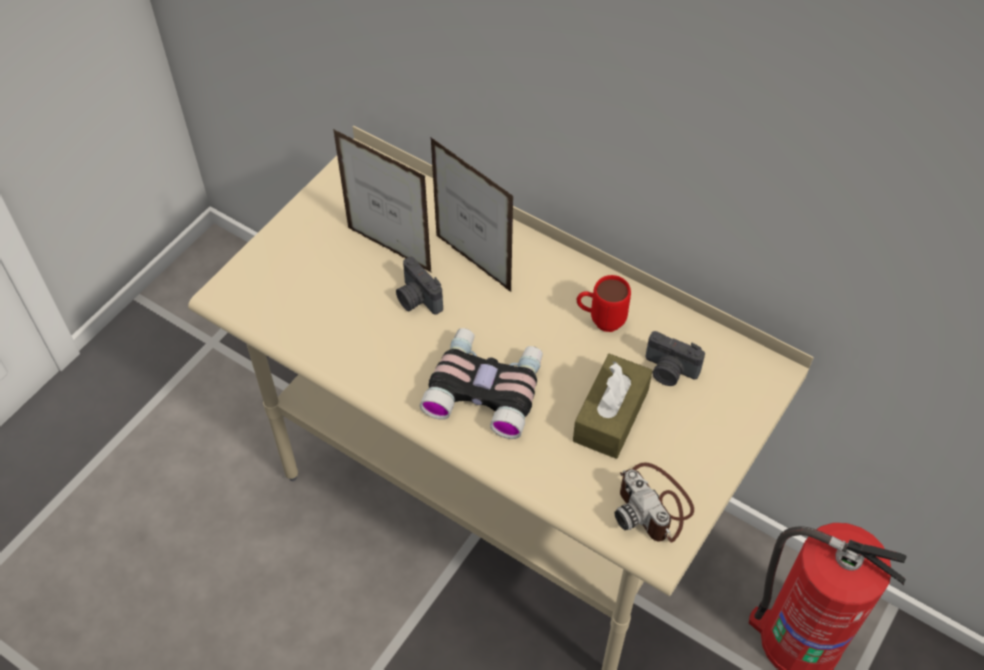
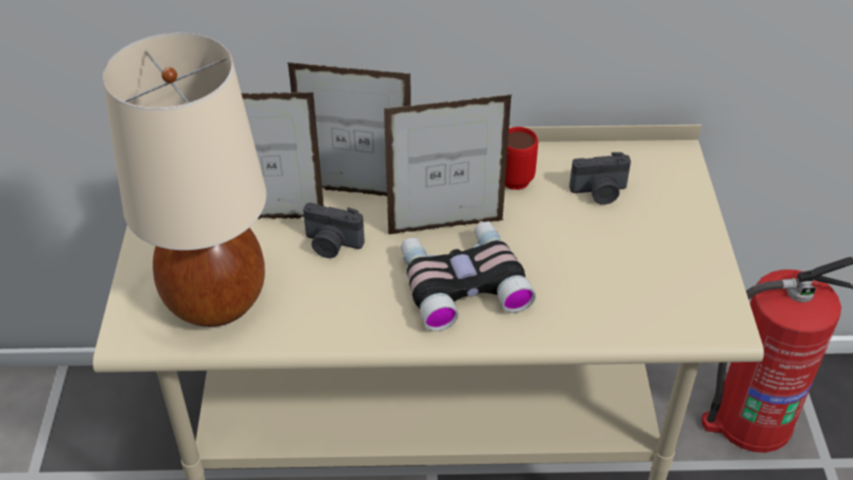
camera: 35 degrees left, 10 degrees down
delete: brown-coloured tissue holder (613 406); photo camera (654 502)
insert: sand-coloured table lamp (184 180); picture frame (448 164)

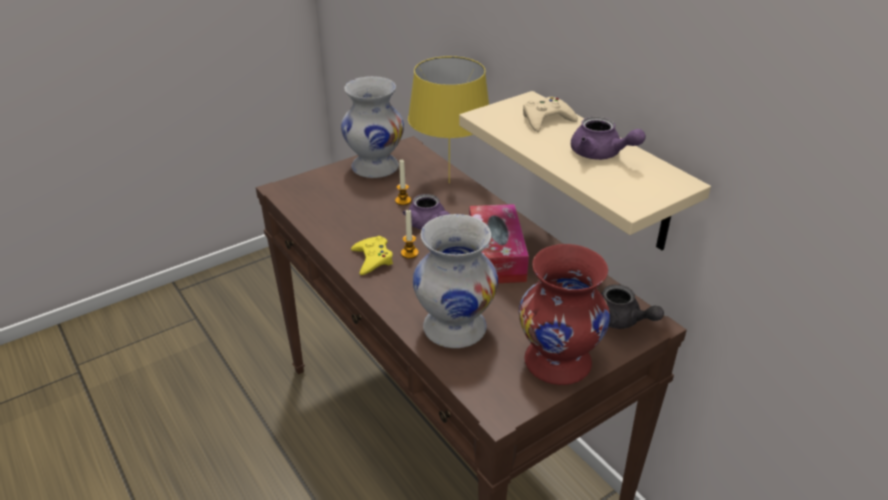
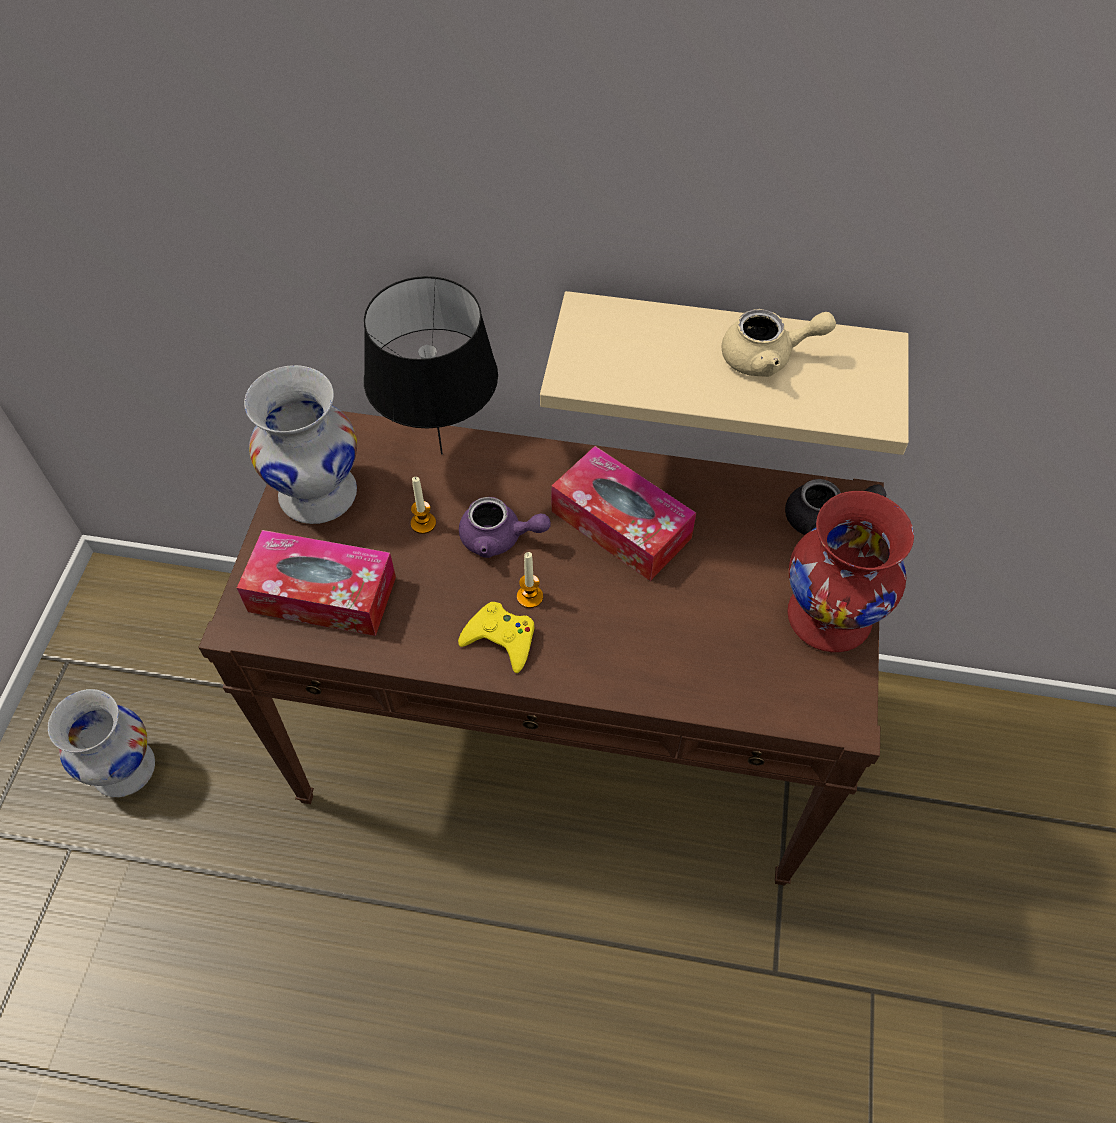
camera: 45 degrees left, 20 degrees up
delete: sand-coloured joypad (550 114)
insert: tissue holder (316 583)
move: white-coloured vase (455 281) to (101 743)
recolor: yellow-coloured table lamp (448 119) to black-coloured table lamp (431 365); purplish teapot (608 138) to sand-coloured teapot (779 343)

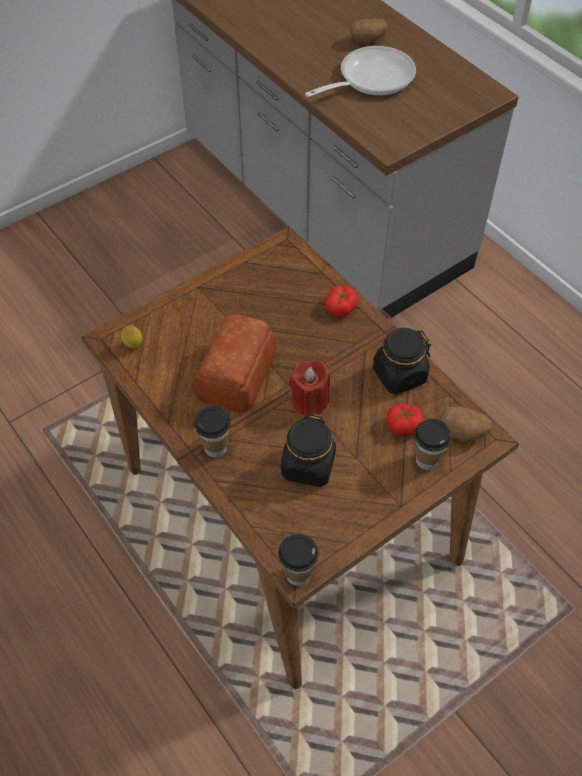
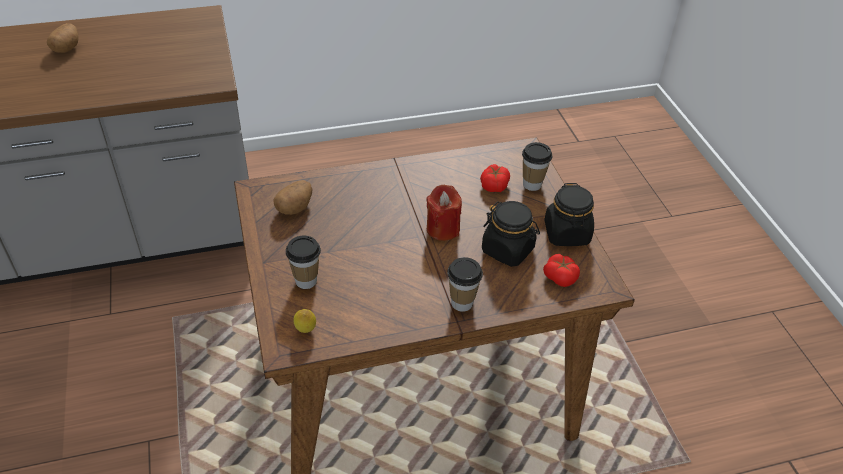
camera: 70 degrees left, 10 degrees down
delete: bread (235 363); pan (360 71)
move: cup (298 560) to (303 262); whole tomato (341 301) to (561 270); black-coloured preserve jar (402 361) to (569 214); whole potato (466 423) to (293 197)

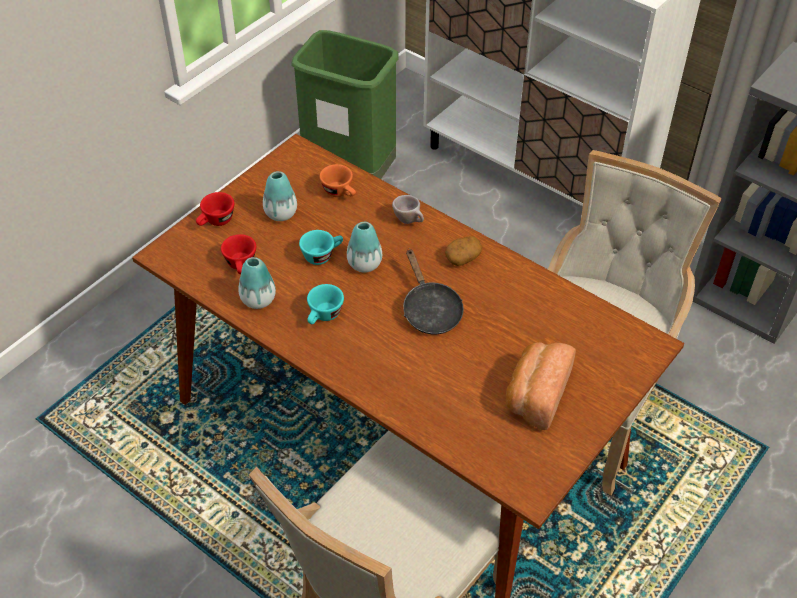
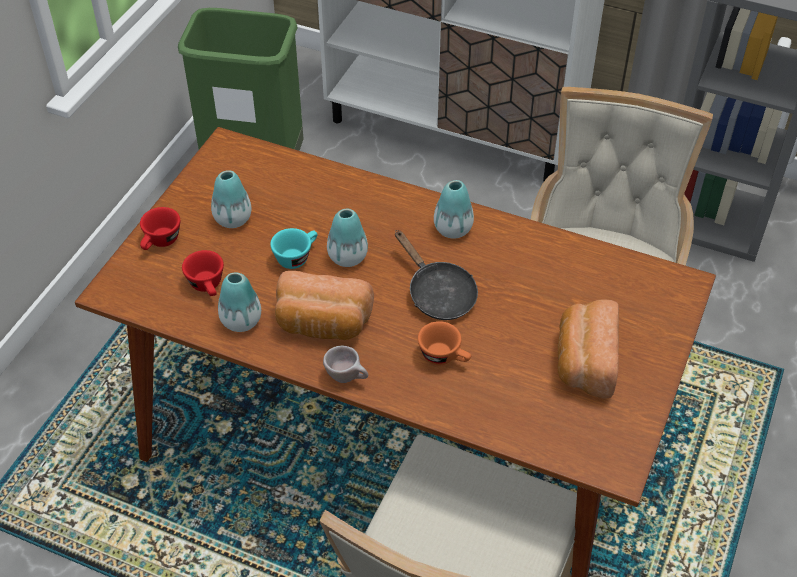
camera: 15 degrees left, 0 degrees up
move: orange-coloured cup (338 180) to (444 343); sand-coloured cup (408 209) to (345 364)
replace: turquoise cup (325 304) to bread (324 305); whole potato (463 251) to vase (454 209)

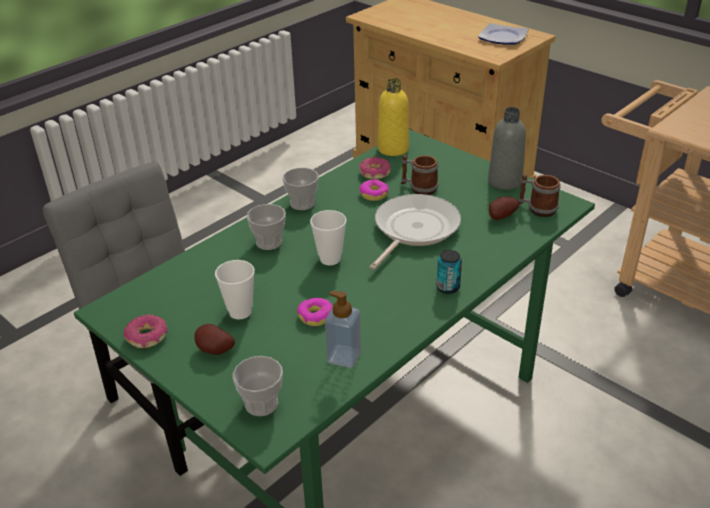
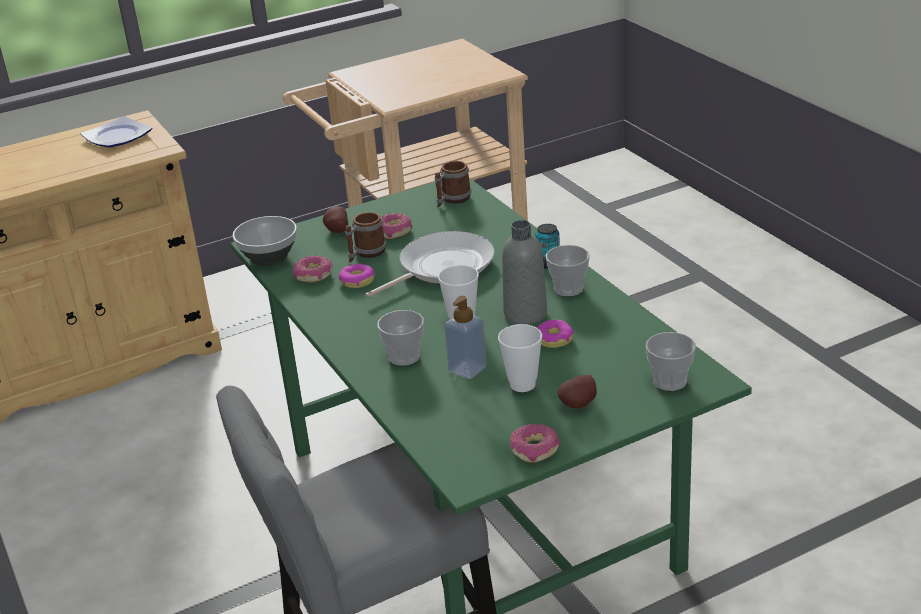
camera: 70 degrees left, 5 degrees down
insert: doughnut (396 226)
move: cup (301 189) to (568 270); soap bottle (343 329) to (465 337); greyish bottle (507 148) to (524 272); whole potato (504 208) to (335 219)
replace: yellow-coloured bottle (393 117) to bowl (265 241)
rotate: pan (415 232) = (430 264) 90 degrees clockwise

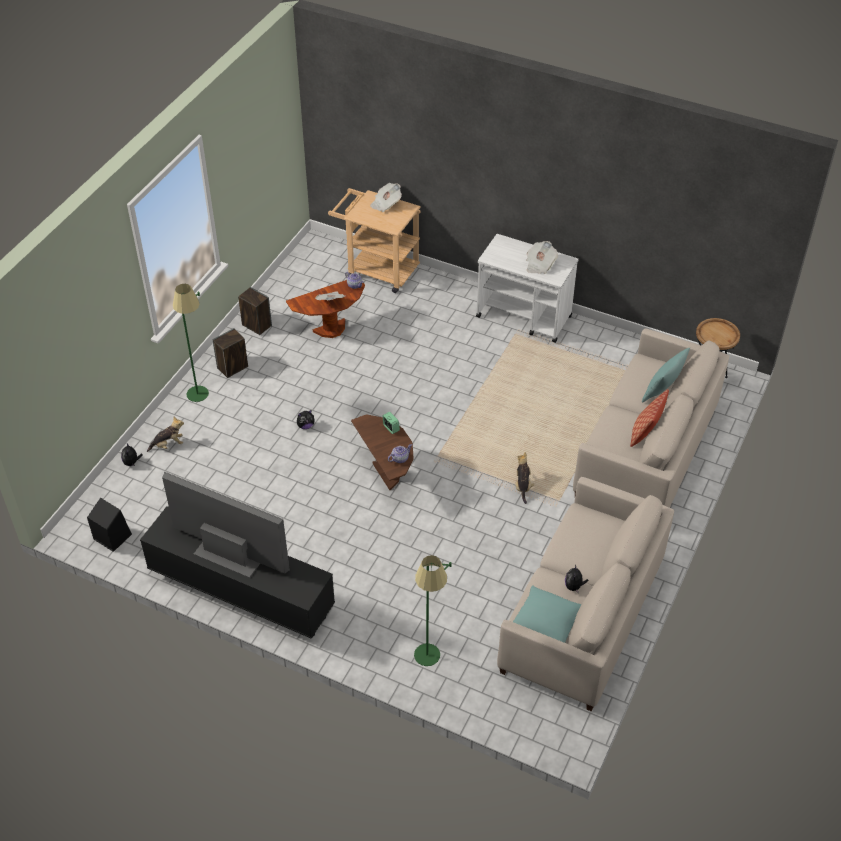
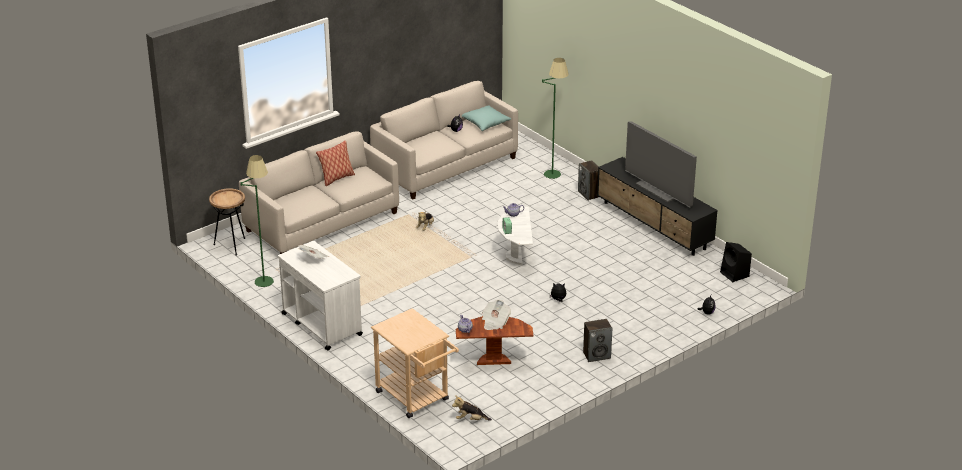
camera: 155 degrees left, 15 degrees down
delete: daily paper (386 197); turquoise pillow (666 375)
move: plush toy (165 434) to (472 408); green standard lamp (191 343) to (257 221); speaker (255 311) to (588 180)
recolor: brown-coloured side table (382 452) to white-coloured side table (515 236)

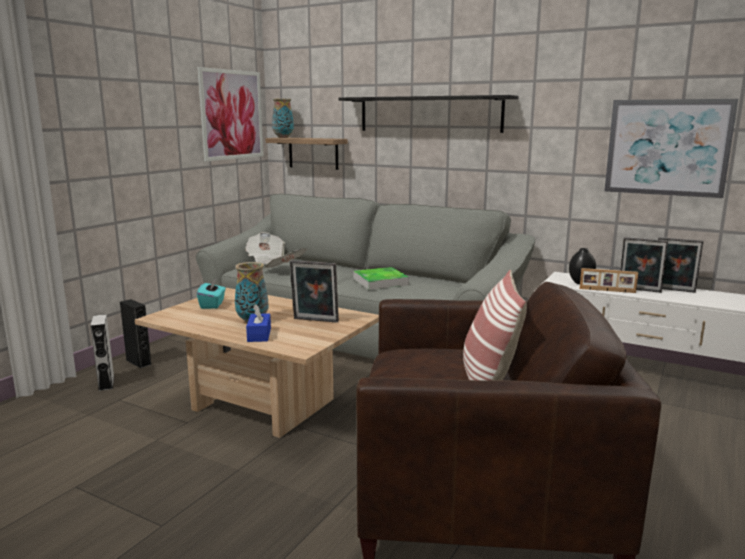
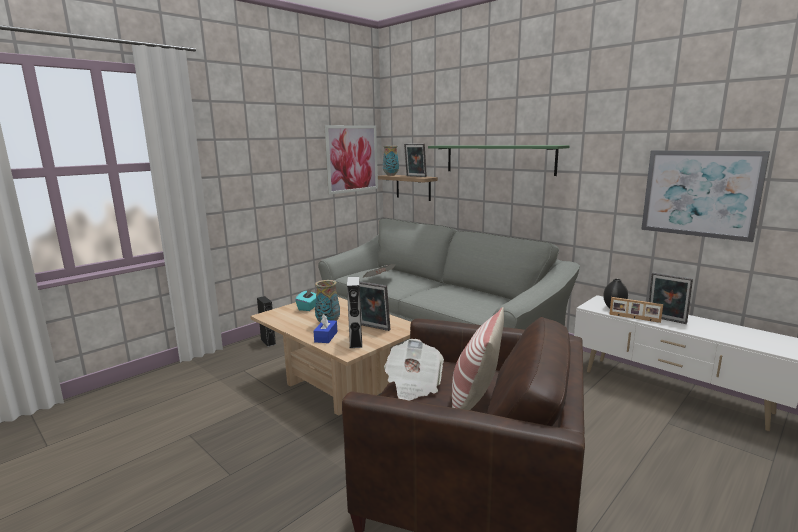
camera: 15 degrees right, 0 degrees up
delete: carrying tray (381 278)
move: greyish speaker (102 352) to (354 312); daily paper (265 248) to (414 370); picture frame (680 265) to (415 160)
recolor: black-coloured wall shelf (428 114) to green wall shelf (499 160)

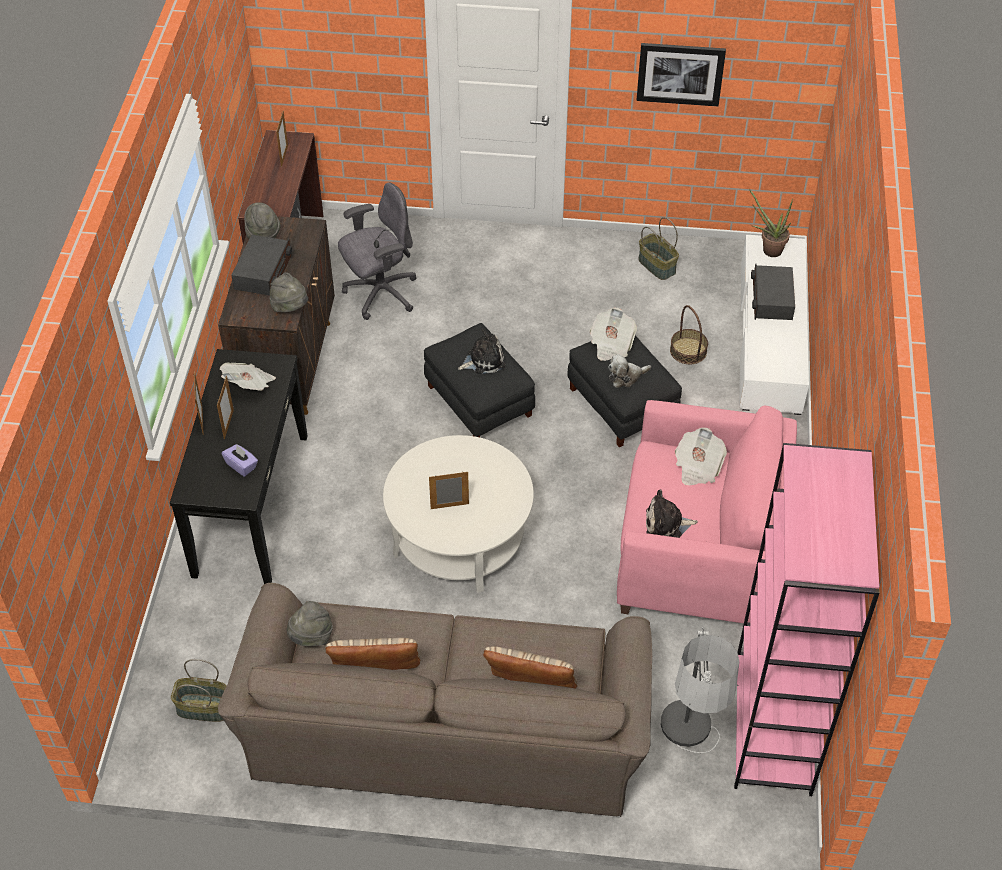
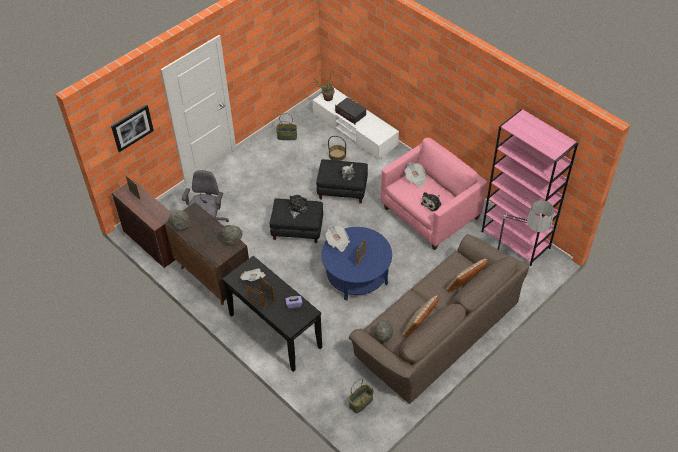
camera: 50 degrees left, 0 degrees up
delete: radio set (261 265)
move: daily paper (613 334) to (337 238); wall picture (681 74) to (132 128)
recolor: white-coloured lounge table (458 514) to bluish lounge table (356 263)

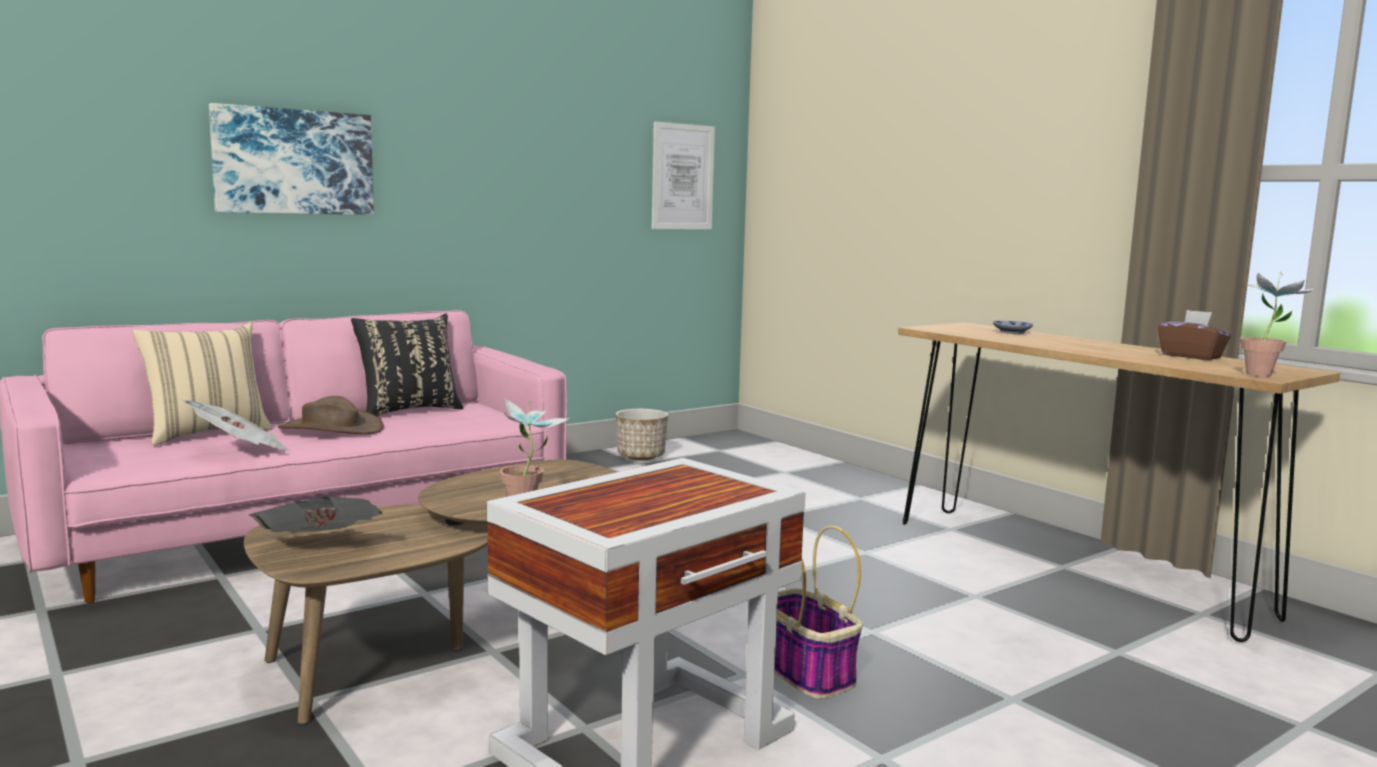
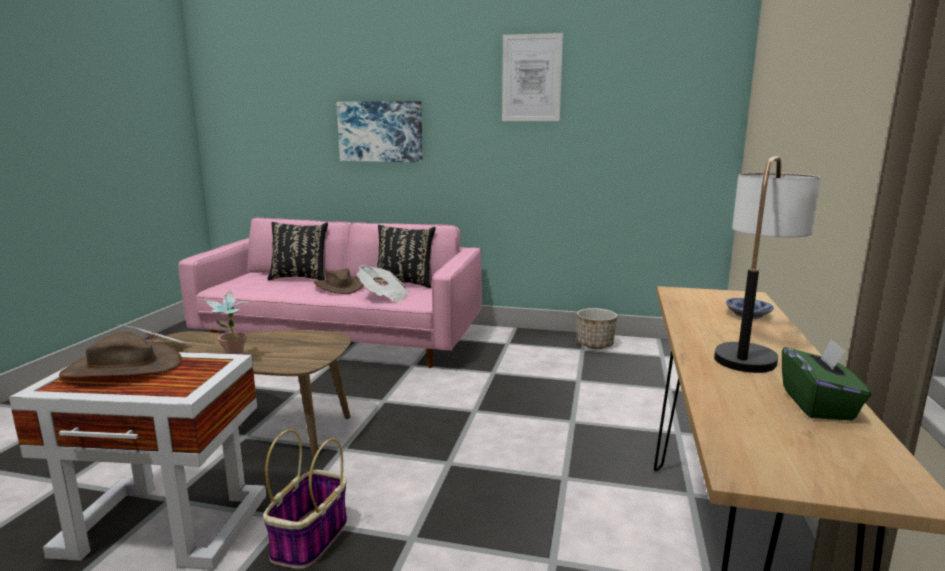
camera: 50 degrees right, 5 degrees up
delete: houseplant (1276 324)
insert: brown-coloured clothing hat (120 354); table lamp (767 264)
move: daily paper (236 425) to (383 283); wall picture (683 175) to (532 77)
recolor: sand-coloured pillow (202 384) to black-coloured pillow (297 251); brown-coloured tissue holder (1194 335) to green tissue holder (826 380)

